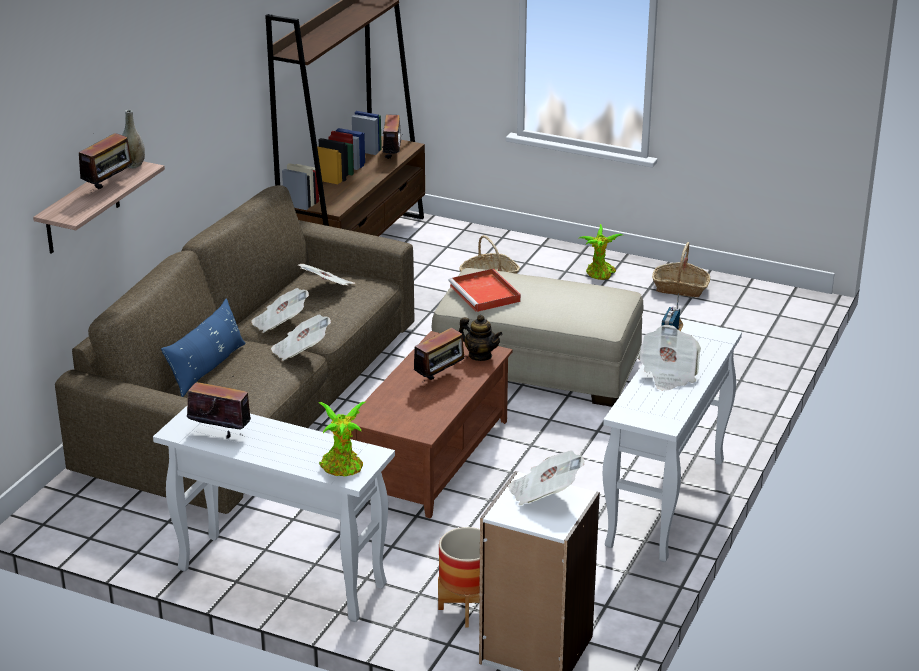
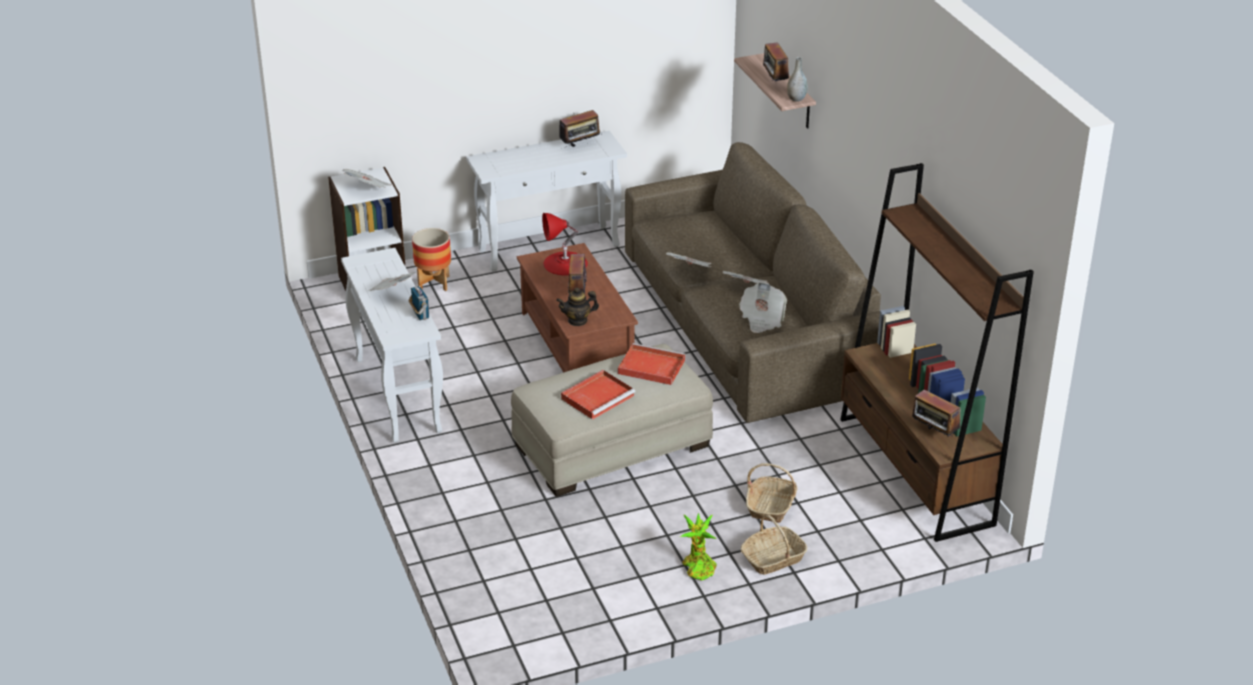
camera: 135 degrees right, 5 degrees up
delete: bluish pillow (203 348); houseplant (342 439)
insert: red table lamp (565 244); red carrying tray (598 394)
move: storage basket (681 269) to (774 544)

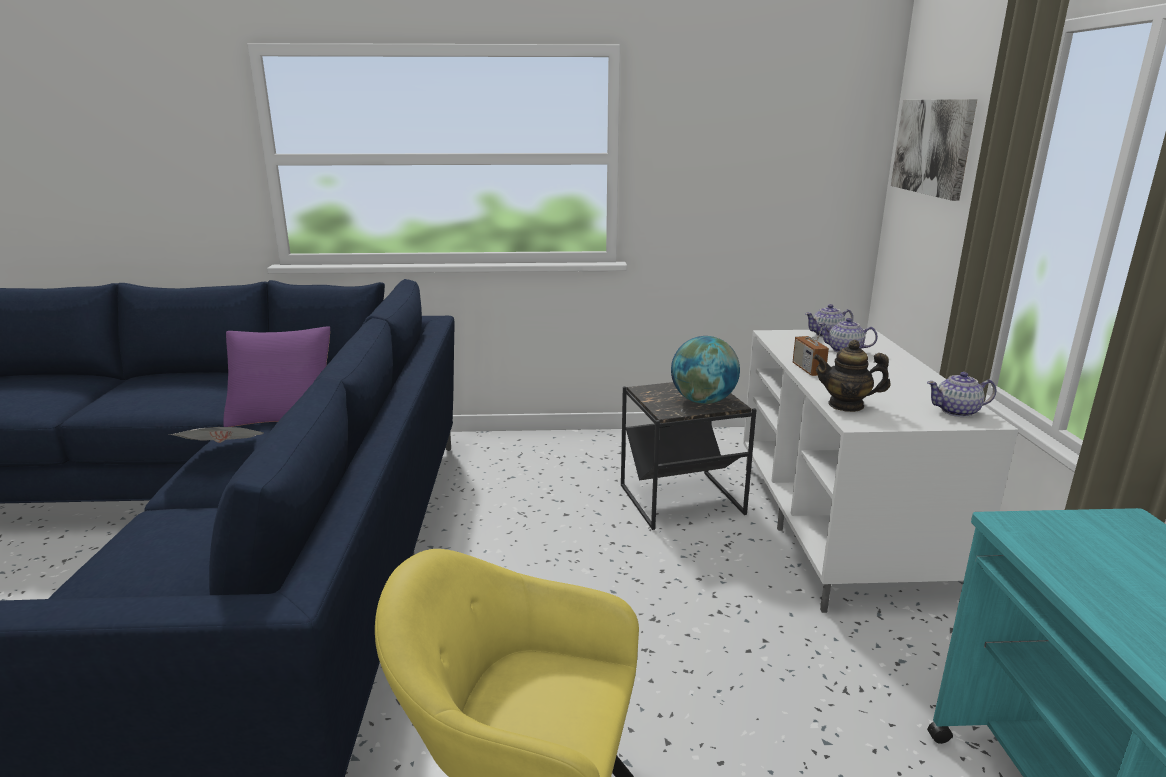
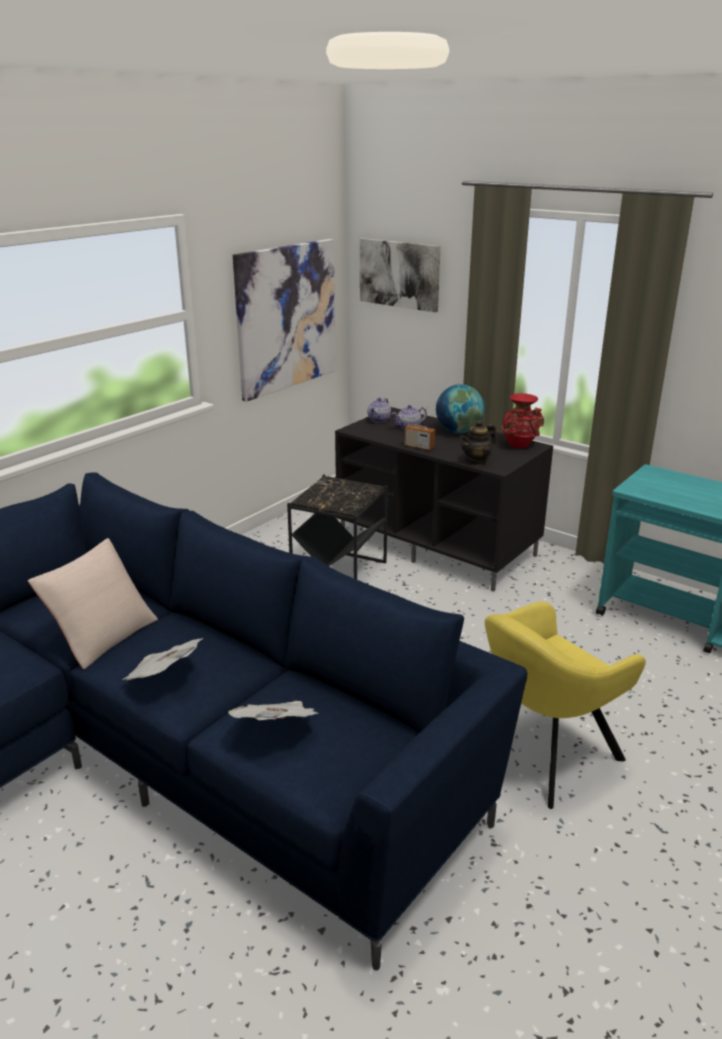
camera: 50 degrees left, 5 degrees up
insert: daily paper (273 710); wall picture (284 320)
move: globe (705 370) to (460 408)
replace: teapot (961 394) to red vase (523 420)
recolor: purplish pillow (276 376) to sand-coloured pillow (93 603); white-coloured tv unit (881 471) to black-coloured tv unit (444 499)

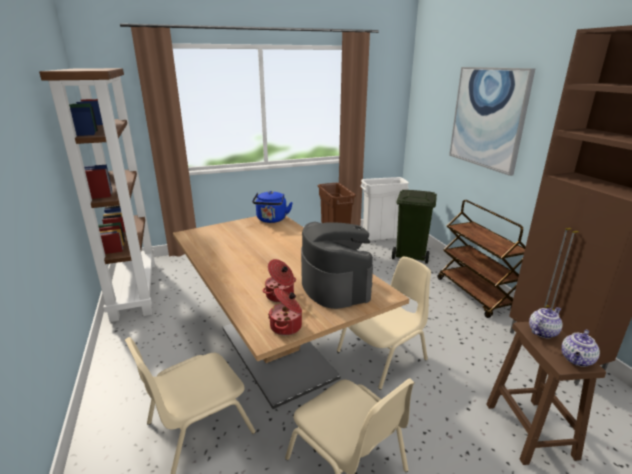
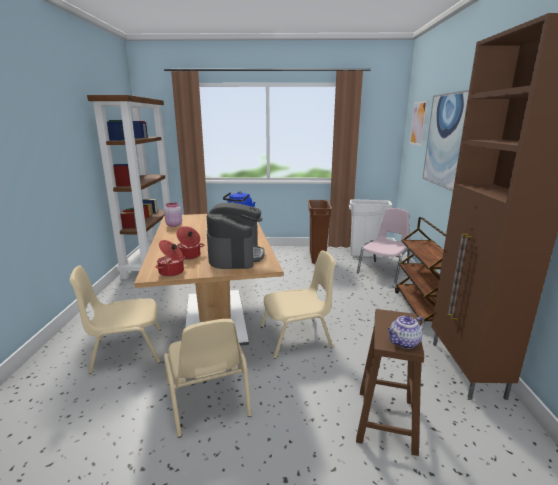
camera: 20 degrees right, 5 degrees down
delete: teapot (546 322)
insert: pink-coloured preserve jar (173 215); wall picture (419 123)
replace: green trash can (414 227) to pink-coloured plain chair (383 245)

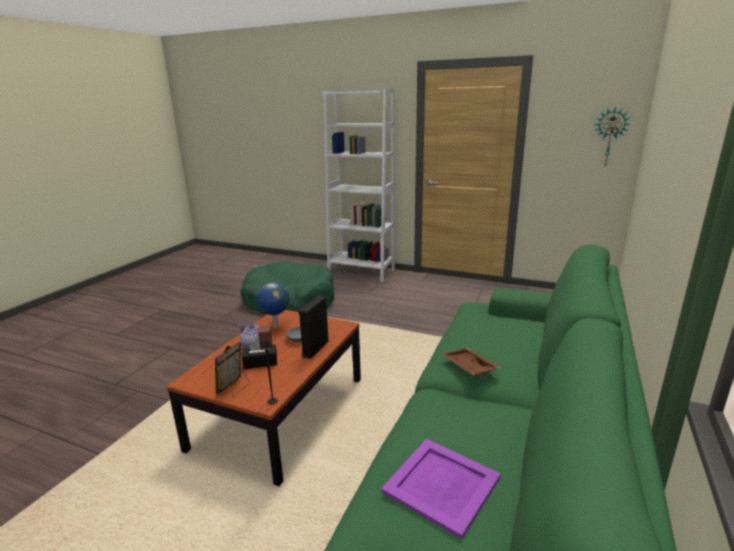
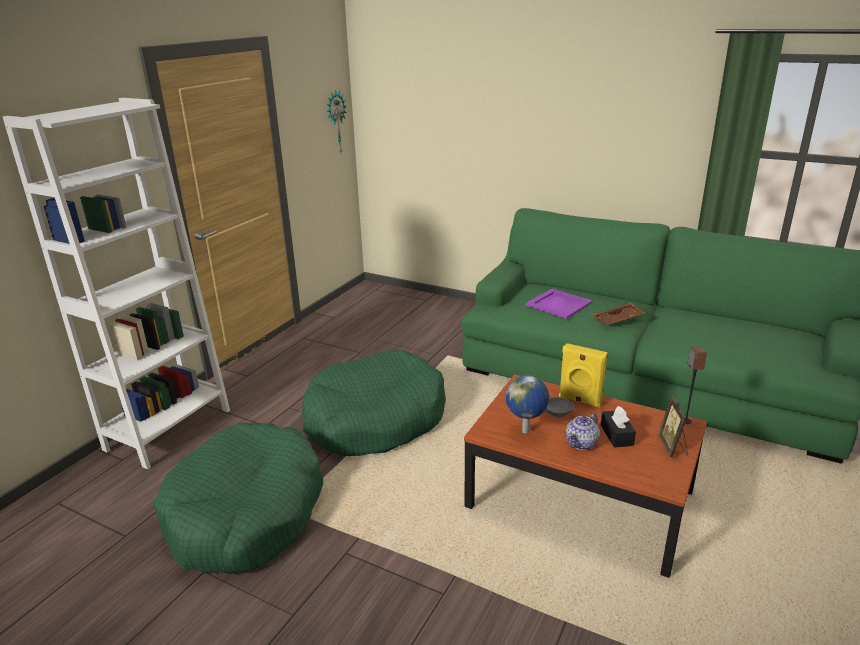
camera: 85 degrees left, 5 degrees up
insert: green dog bed (374 403)
move: purplish carrying tray (441 489) to (559 304)
recolor: black-coloured speaker (313 327) to yellow-coloured speaker (583 375)
rotate: picture frame (232 369) = (673 426) 60 degrees clockwise

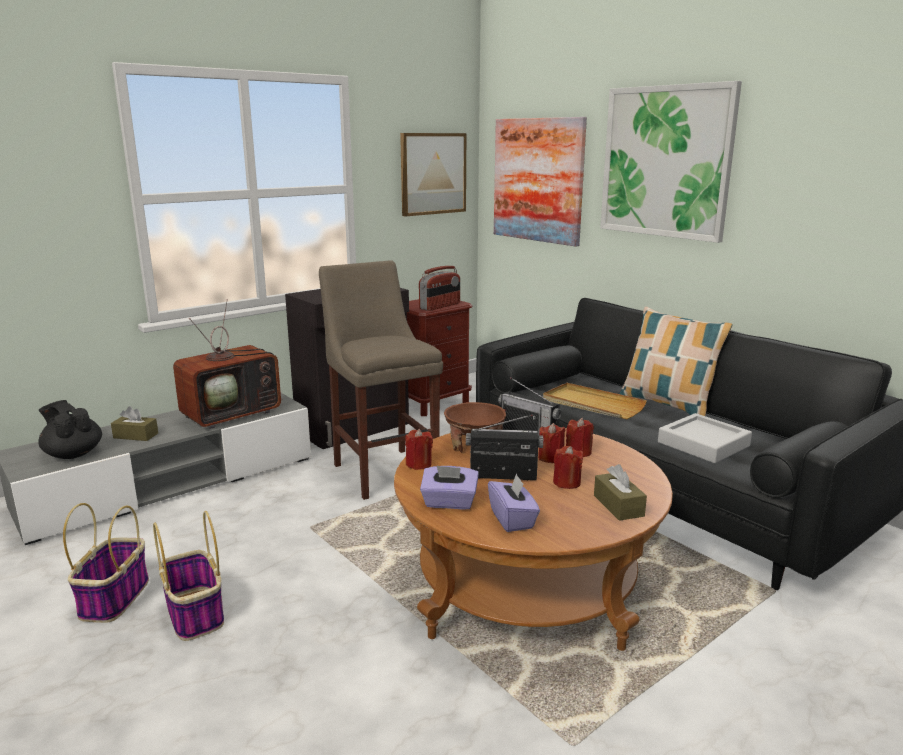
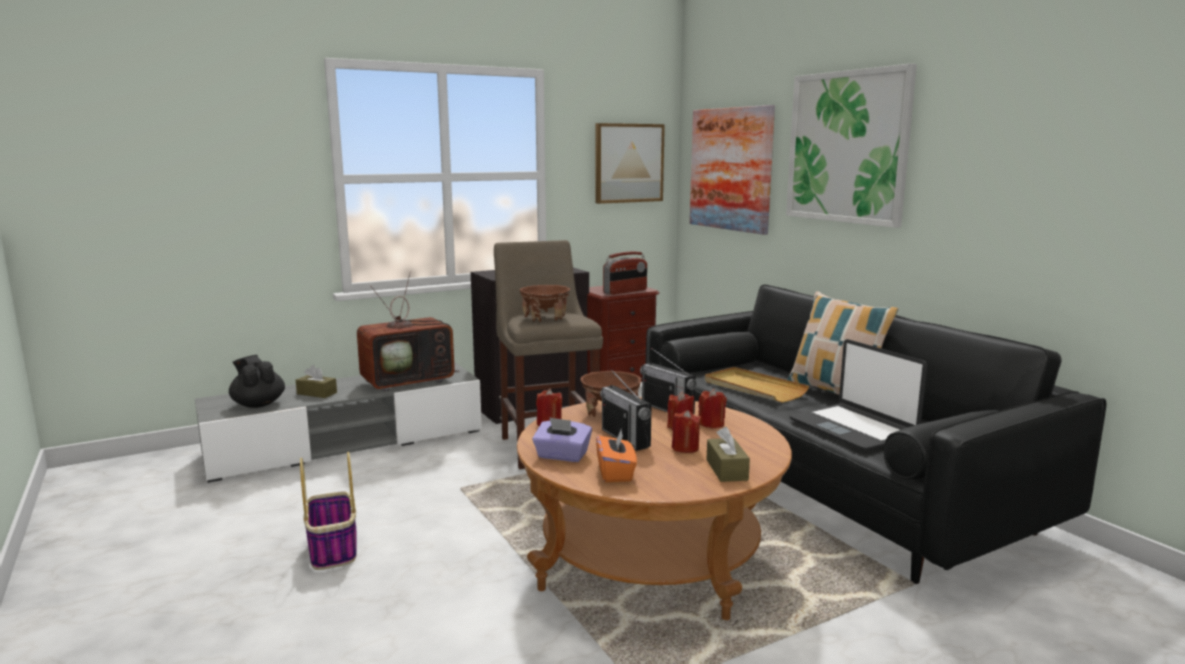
camera: 10 degrees right, 5 degrees down
delete: storage basket (106 563)
insert: brown-coloured bowl (545 303)
replace: greyish carrying tray (705 438) to portable computer (858 395)
recolor: purplish tissue holder (514 502) to orange-coloured tissue holder (616 456)
rotate: radio set (504 448) = (626 410) 135 degrees counterclockwise

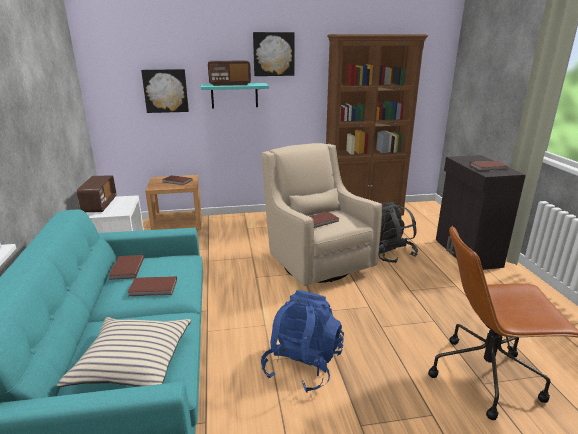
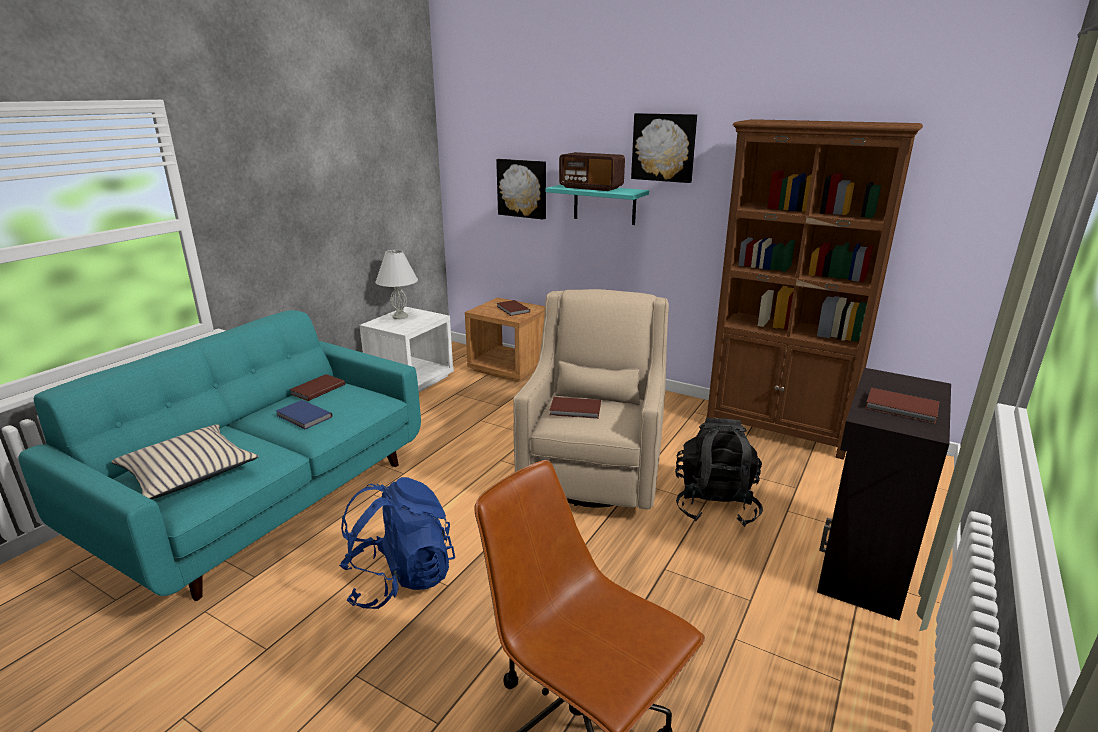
camera: 40 degrees right, 0 degrees up
replace: radio set (96 193) to white-coloured table lamp (396 284)
recolor: brown-coloured book (152 286) to bluish book (304 414)

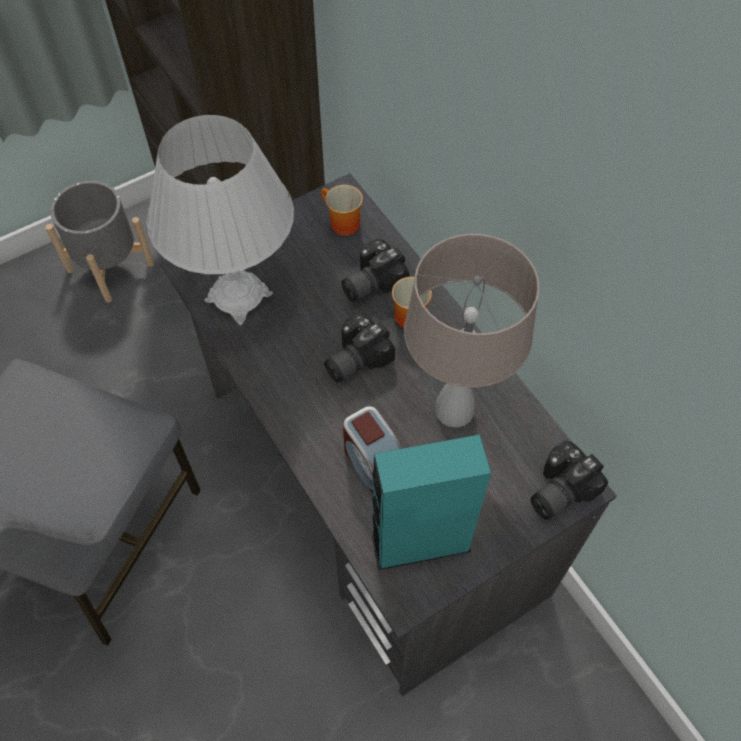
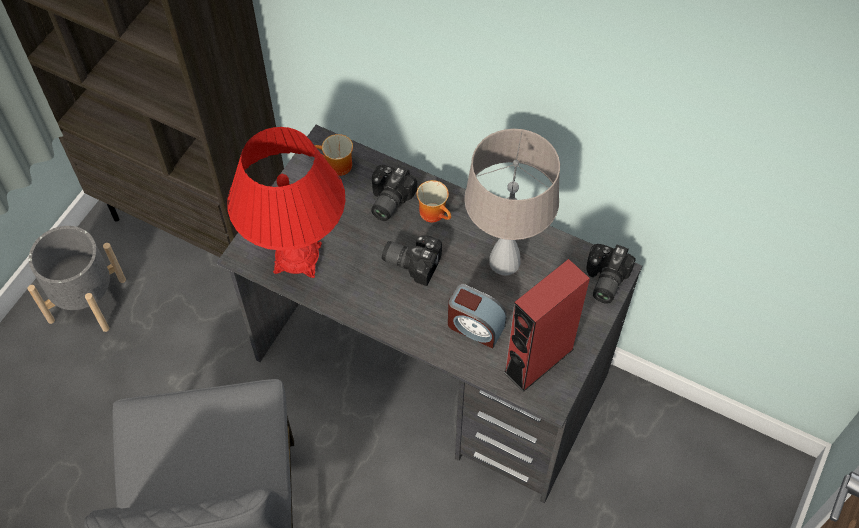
camera: 30 degrees left, 0 degrees up
recolor: white-coloured table lamp (220 220) to red table lamp (286 202); turquoise speaker (431 502) to red speaker (546 325)
rotate: photo camera (359 348) = (412 260) 90 degrees clockwise

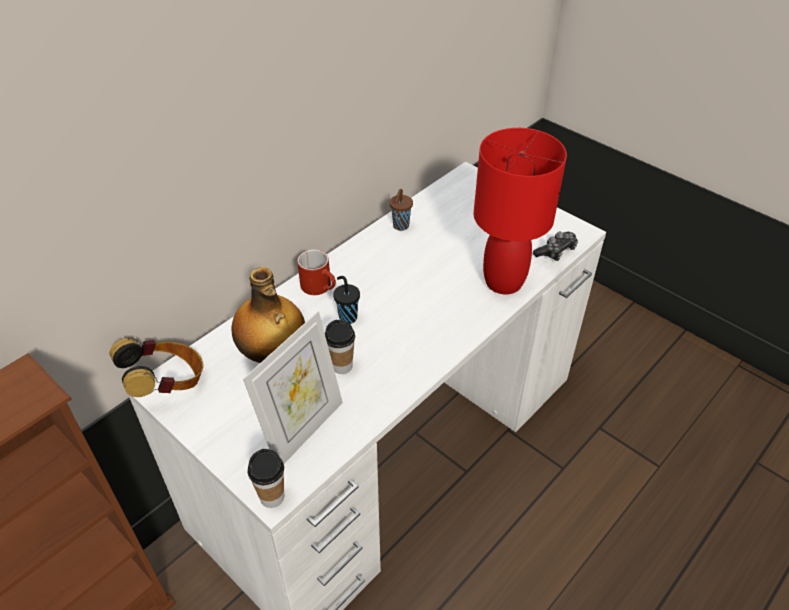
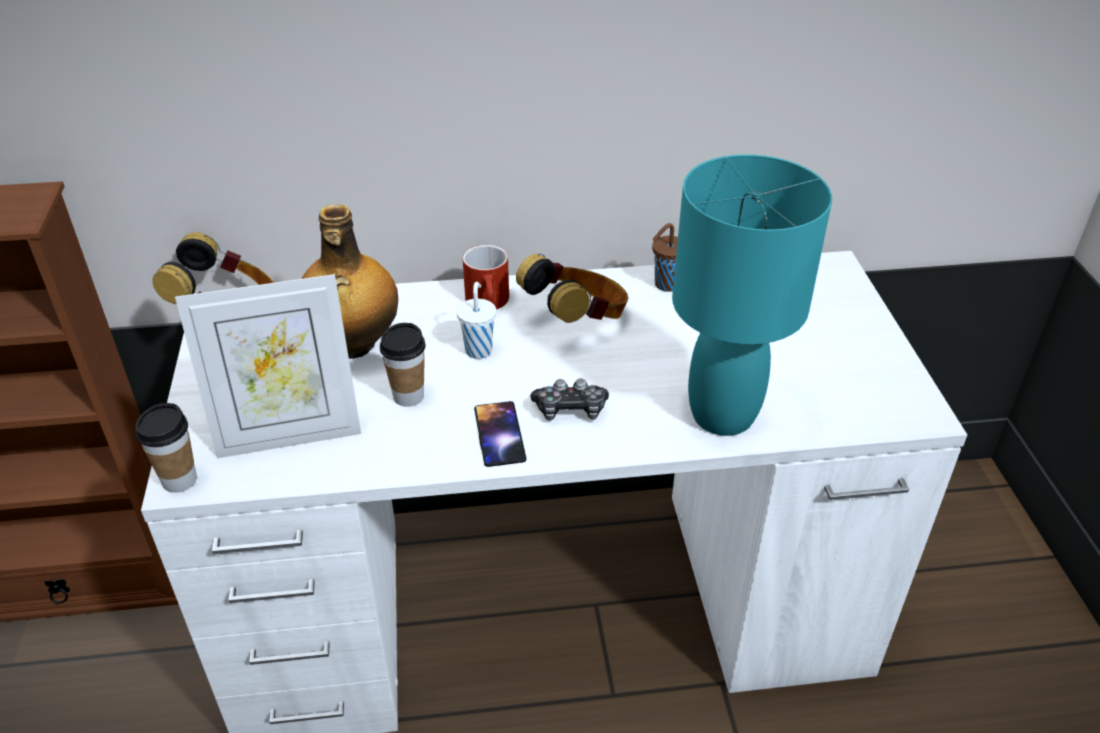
camera: 40 degrees right, 5 degrees down
insert: handset (500 434); headset (572 288)
move: joypad (555 246) to (569 400)
recolor: black-coloured cup (346 300) to white-coloured cup (476 320); red table lamp (520 211) to turquoise table lamp (752 295)

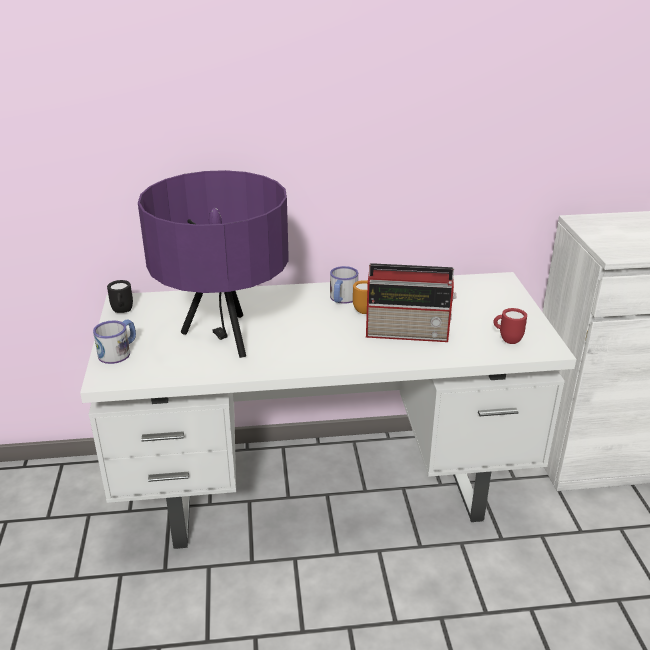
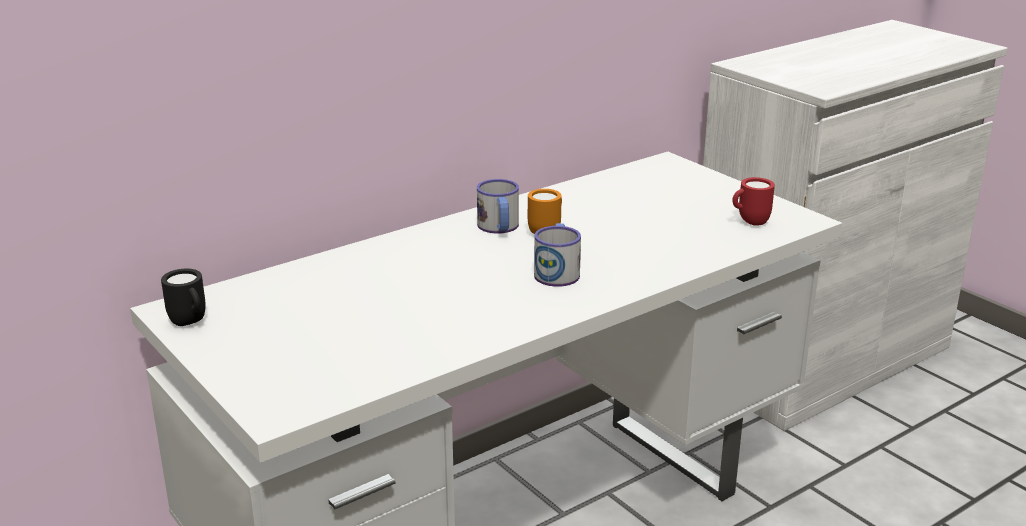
camera: 30 degrees left, 5 degrees down
delete: purplish table lamp (213 264); radio set (411 302)
move: mug (114 342) to (557 255)

